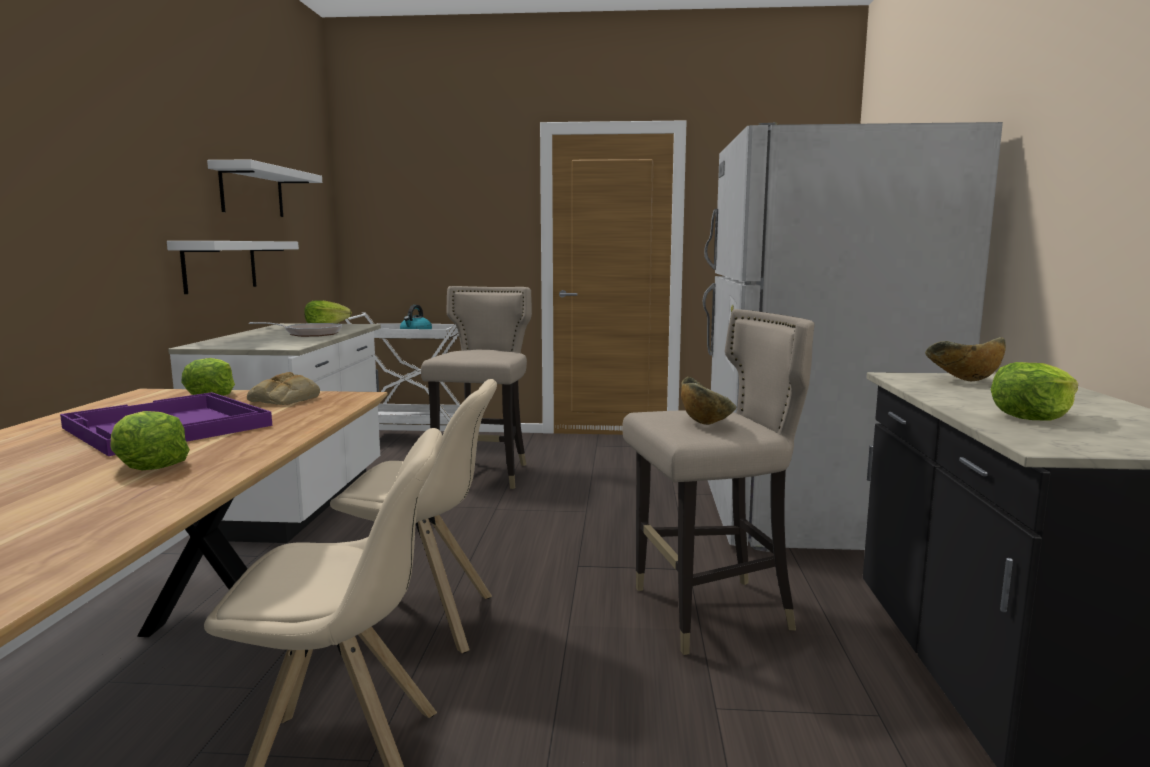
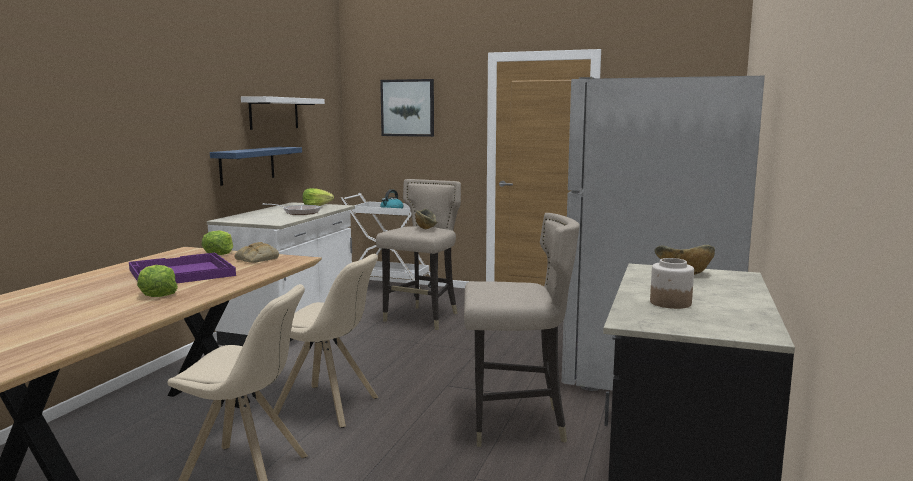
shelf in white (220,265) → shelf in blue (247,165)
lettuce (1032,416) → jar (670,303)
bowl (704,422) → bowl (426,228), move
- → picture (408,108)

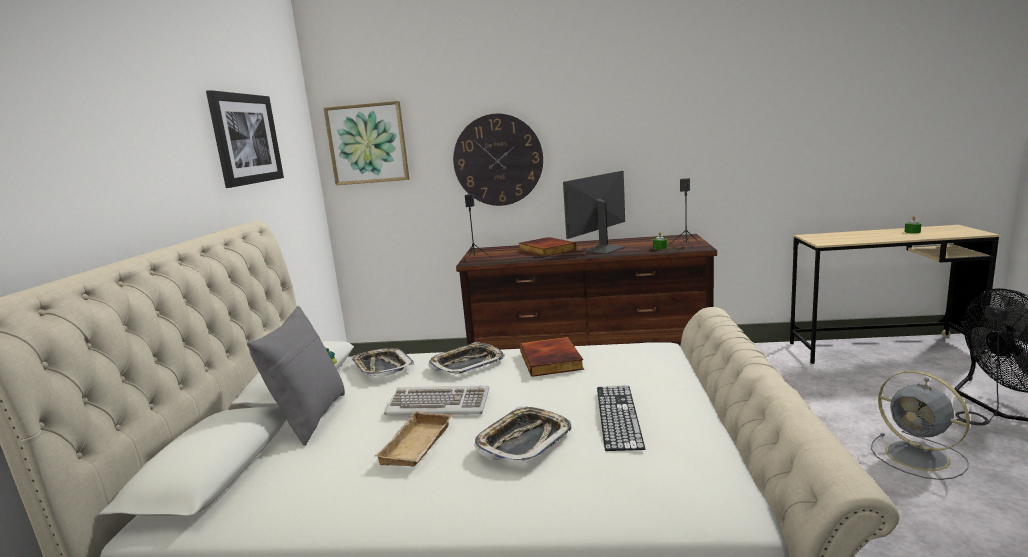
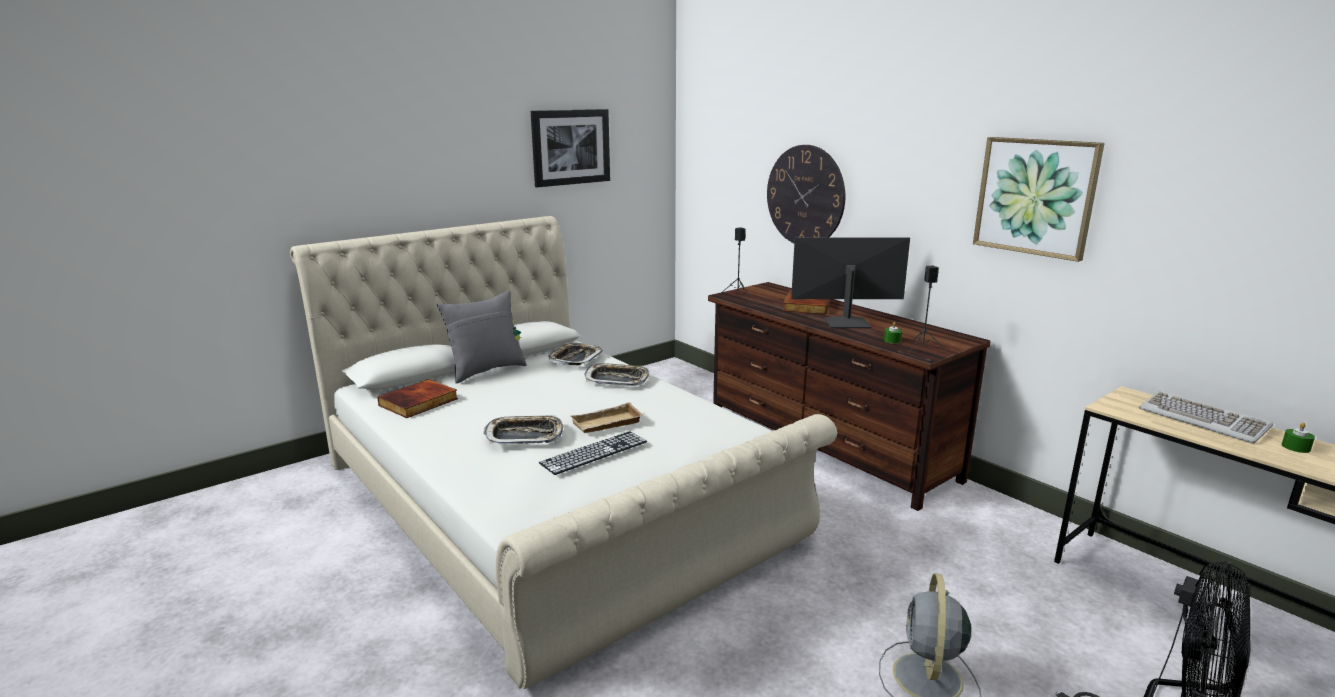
picture (368,143) → picture (1035,196), move
book (552,360) → book (419,402), move
keyboard (439,404) → keyboard (1203,420), move
tray in beige (419,445) → tray in beige (606,424), move

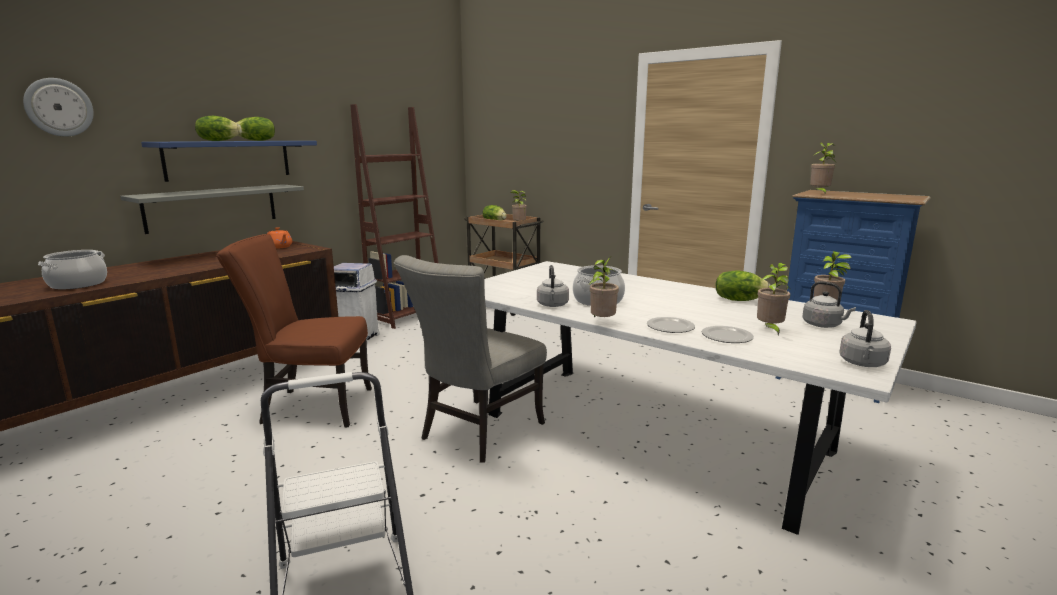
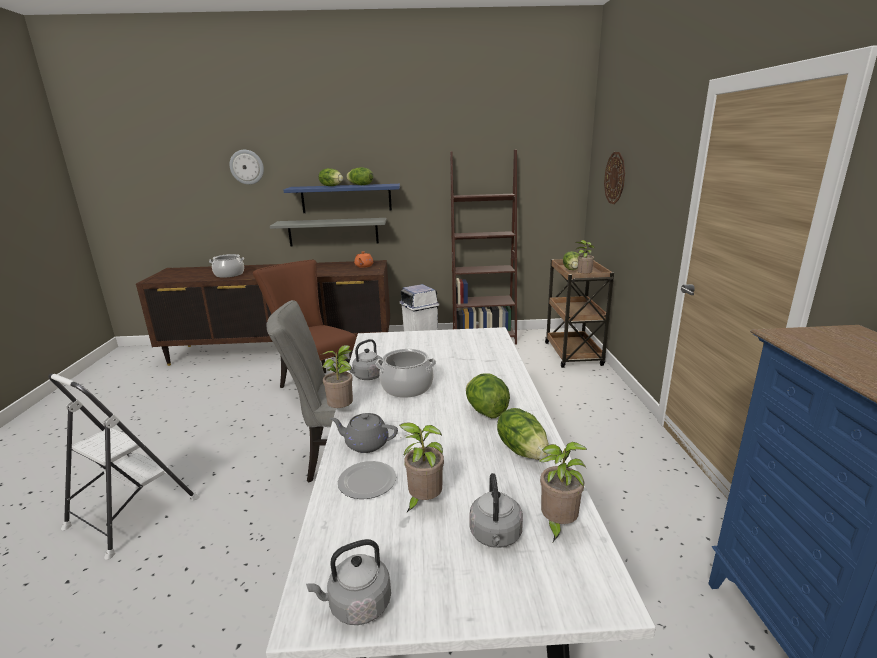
potted plant (819,193) → -
plate (671,327) → teapot in grey (366,444)
- → wall clock (615,178)
- → lettuce (486,411)

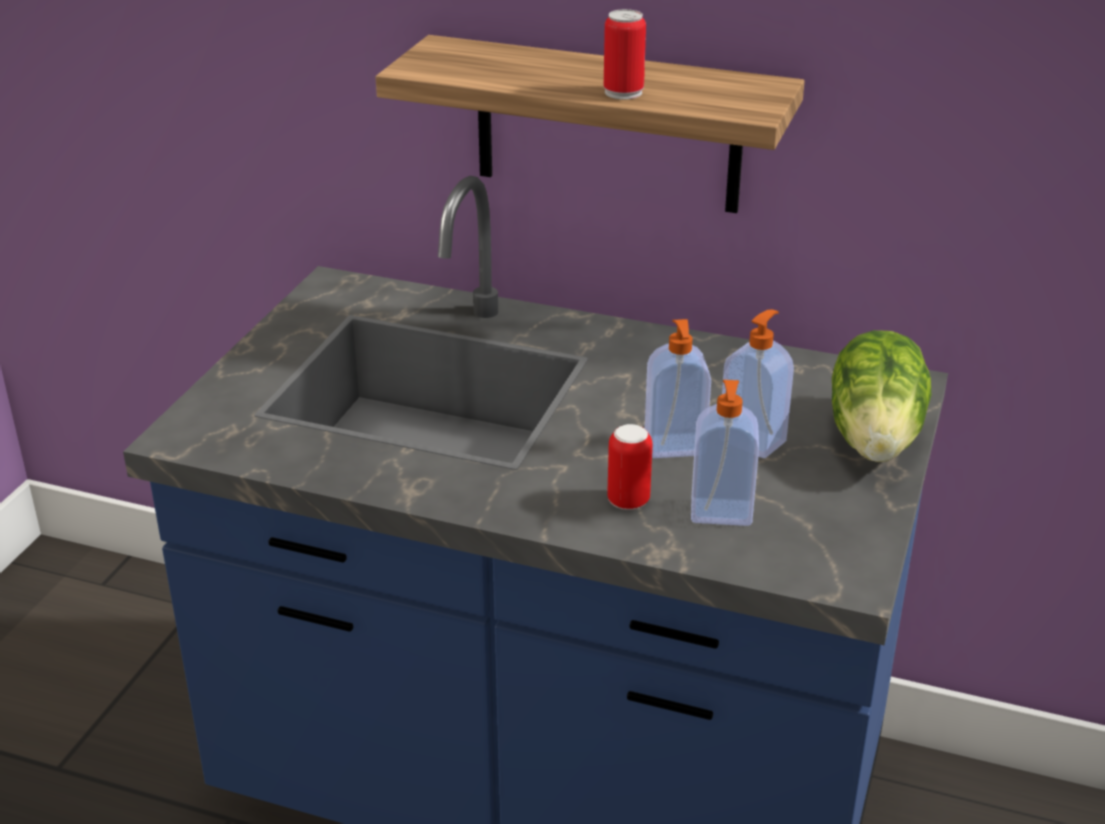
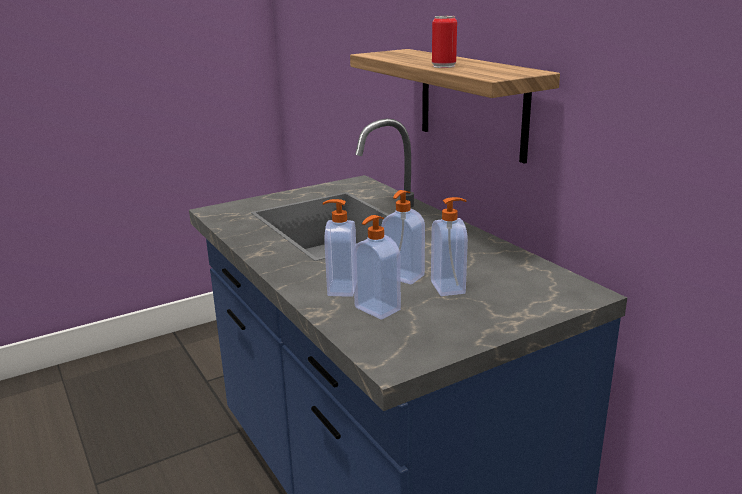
lettuce (877,437) → -
can (628,501) → soap dispenser (341,288)

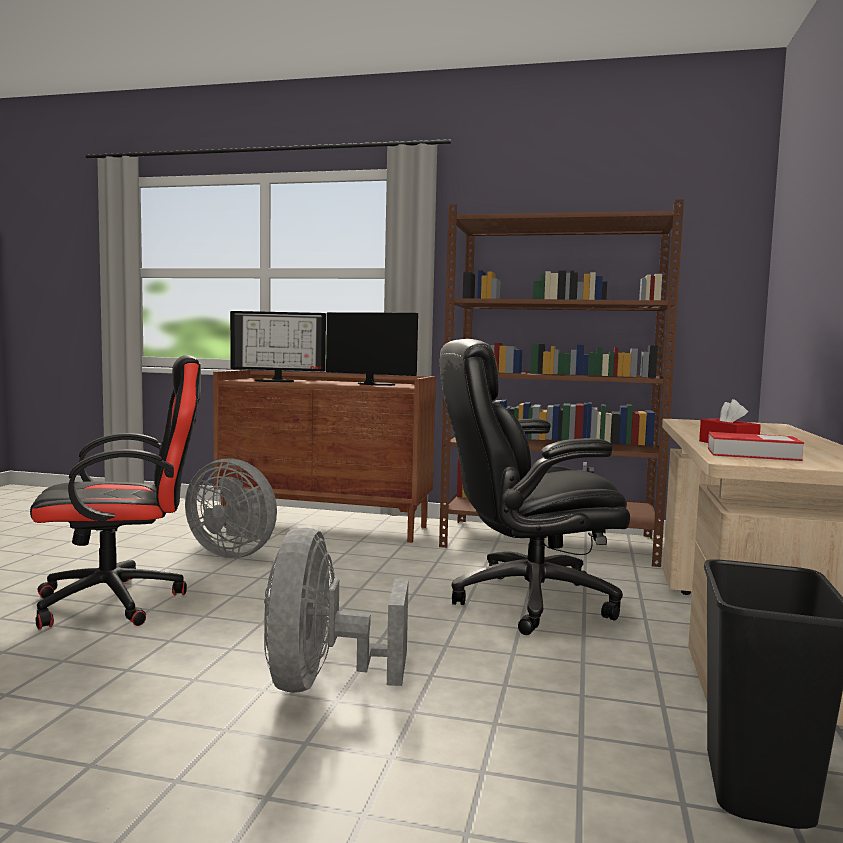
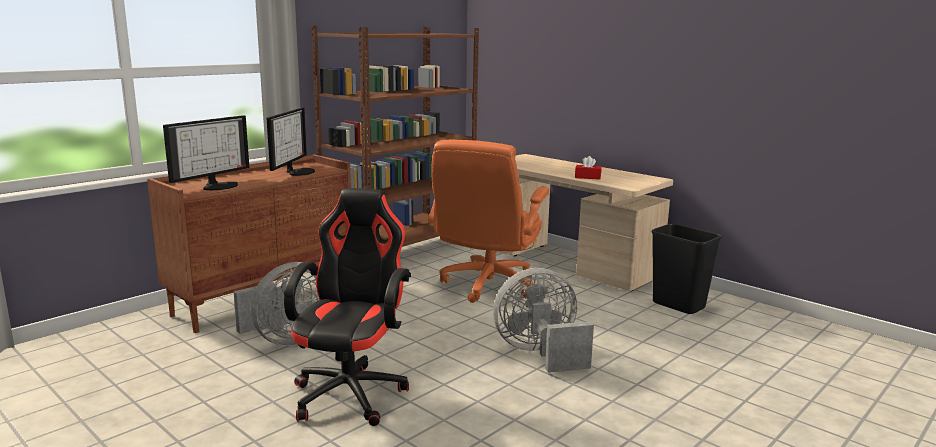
monitor (373,384) → monitor (298,172), 135 degrees clockwise
office chair in black (524,601) → office chair in orange (486,287)
book (752,454) → -
fan in grey (322,681) → fan in grey (540,353), 135 degrees clockwise

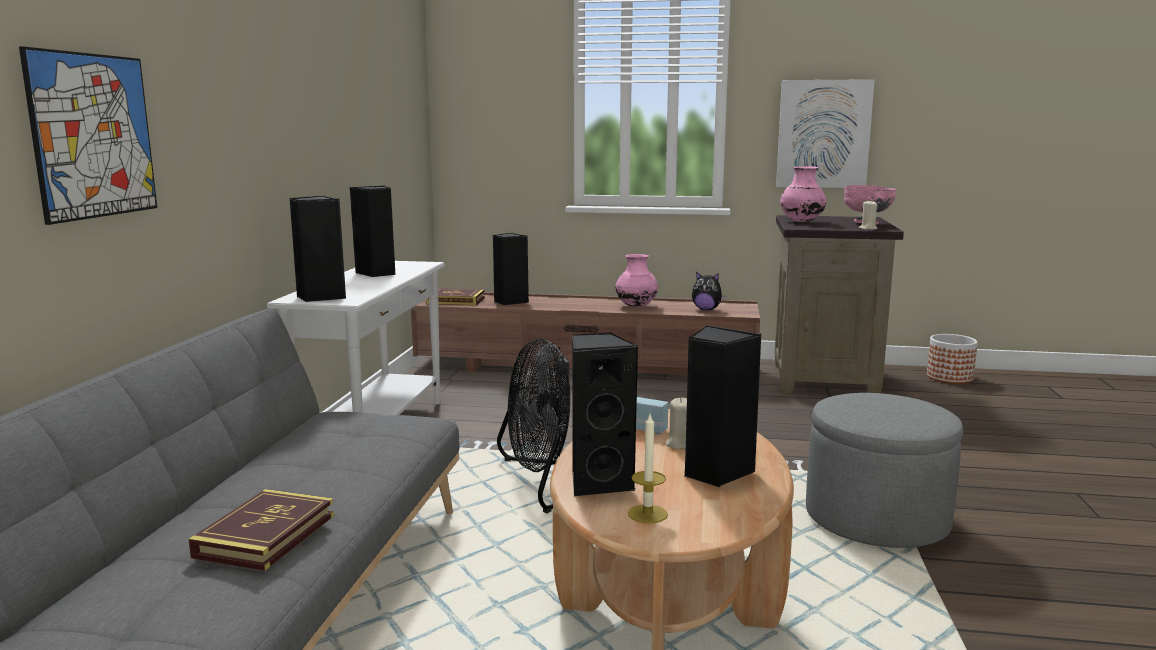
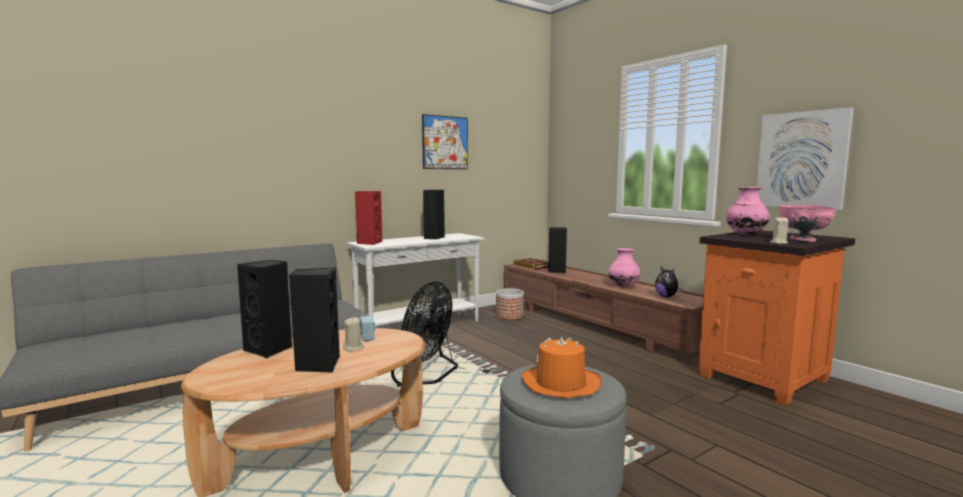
picture (94,136) → picture (445,142), move
speaker in black (320,297) → speaker in red (369,243)
cabinet in beige (824,378) → cabinet in orange (765,377)
planter (949,377) → planter (509,316), move
candle (647,514) → -
book (266,536) → -
- → hat in orange (560,384)

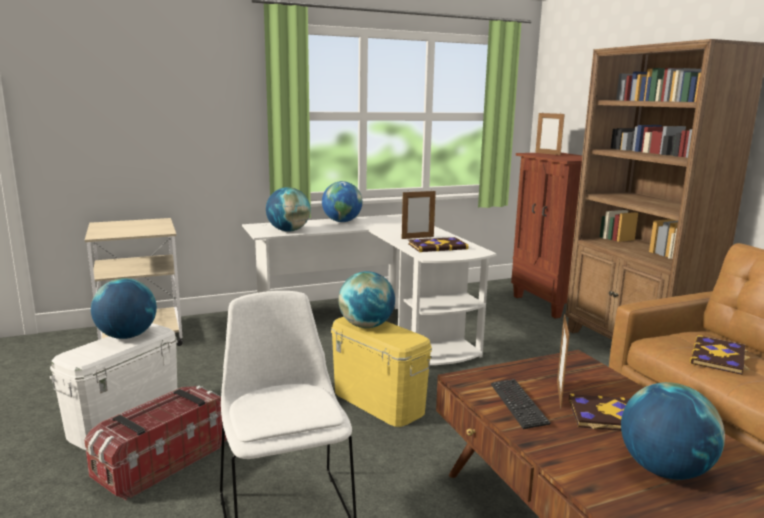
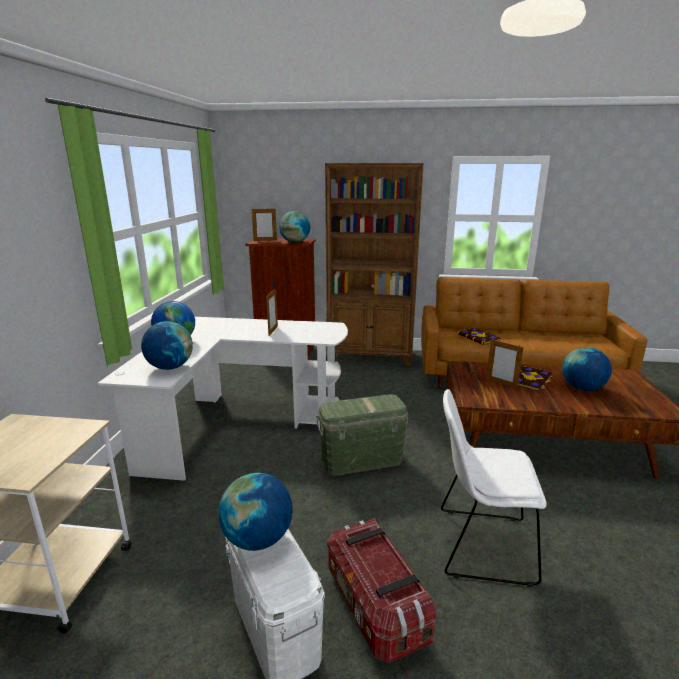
book (437,246) → -
globe (366,326) → globe (295,242), move
storage box in yellow (379,402) → storage box in green (361,460)
keyboard (518,404) → -

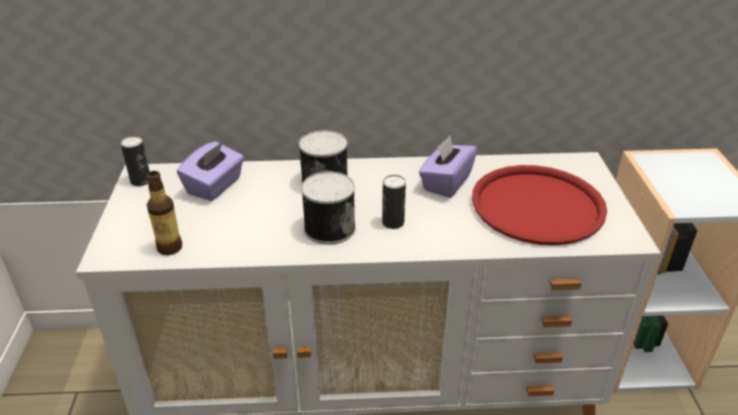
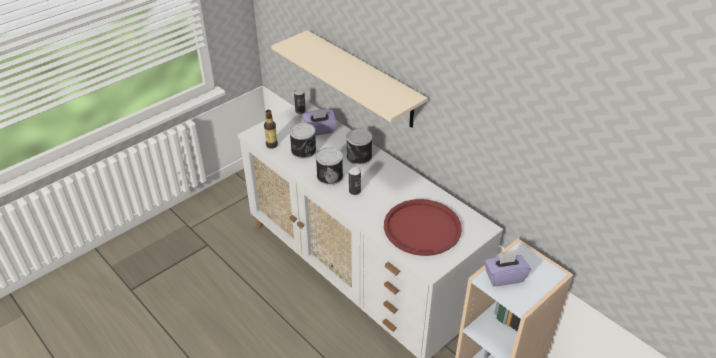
tissue box in purple (446,182) → tissue box in purple (504,277), move
- → shelf in beige (363,79)
- → can (304,151)

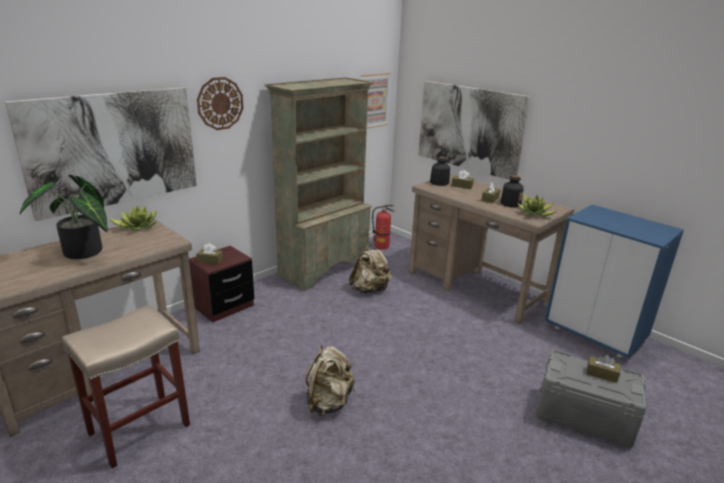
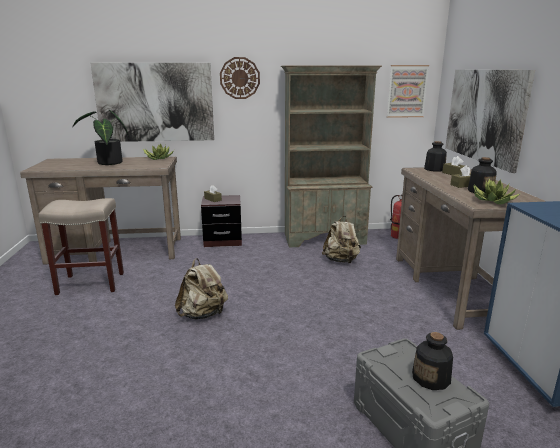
tissue box in brown (601,374) → bottle (431,378)

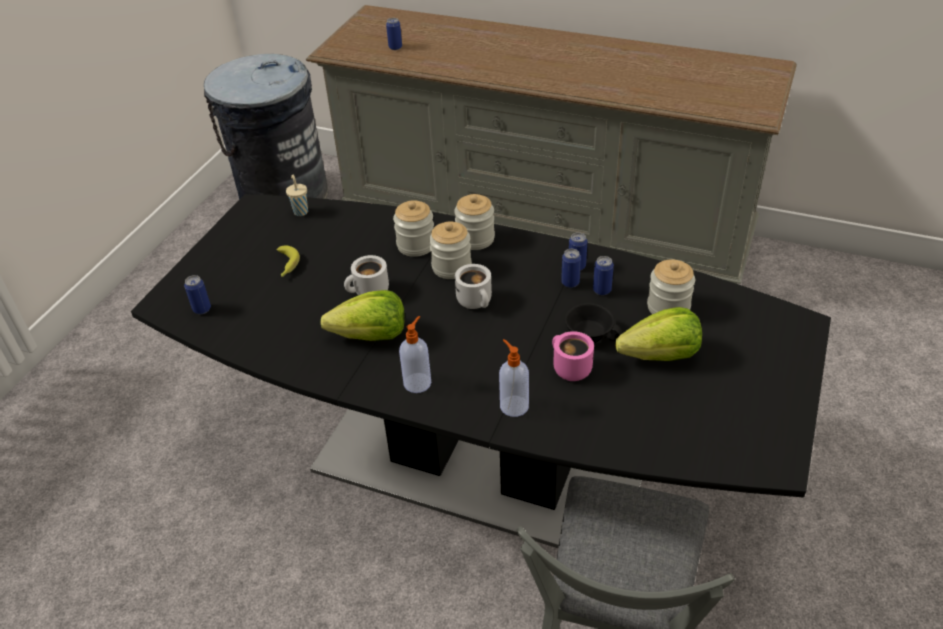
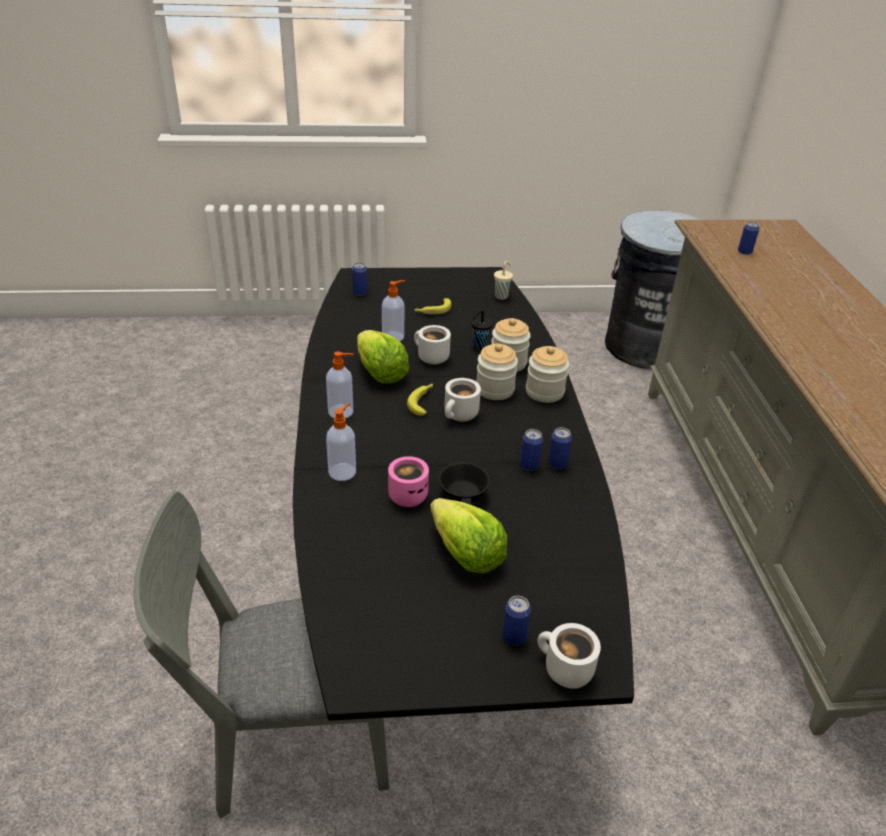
can (602,290) → can (514,637), move
jar (668,307) → -
- → soap dispenser (394,336)
- → cup in black (479,346)
- → banana (423,402)
- → mug in white (563,670)

